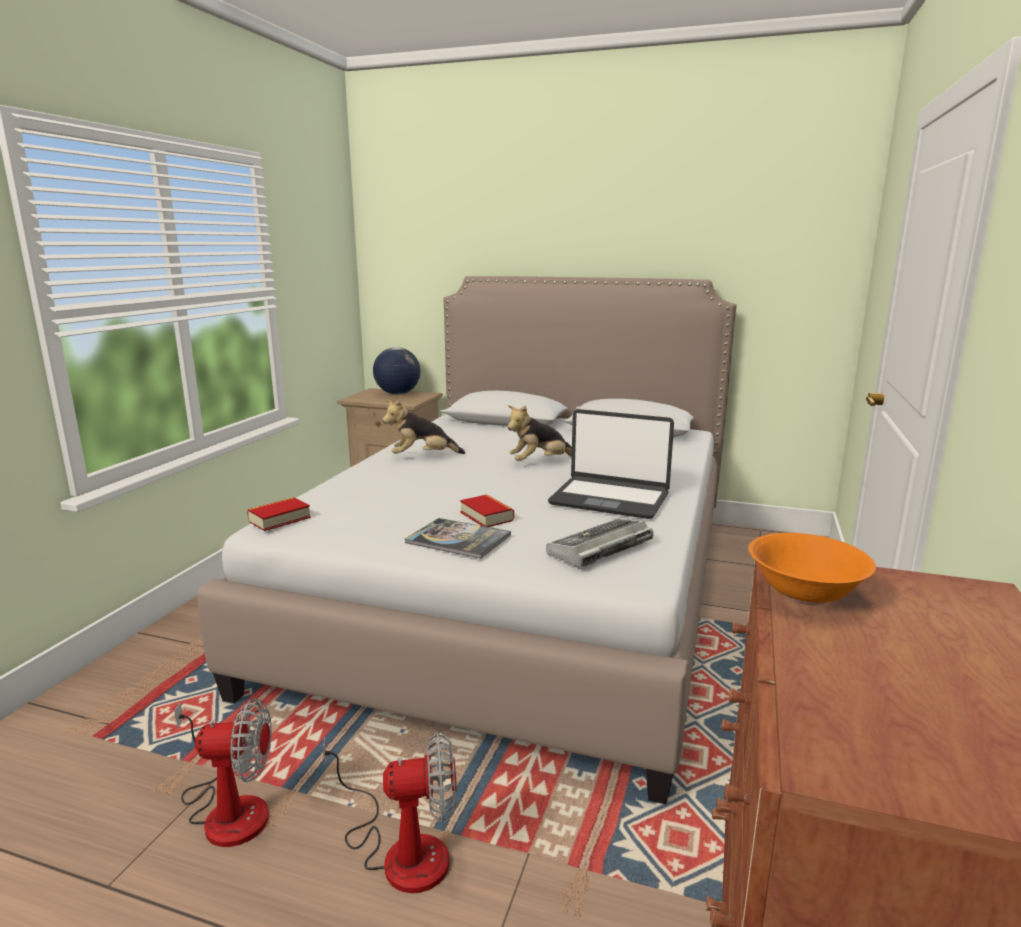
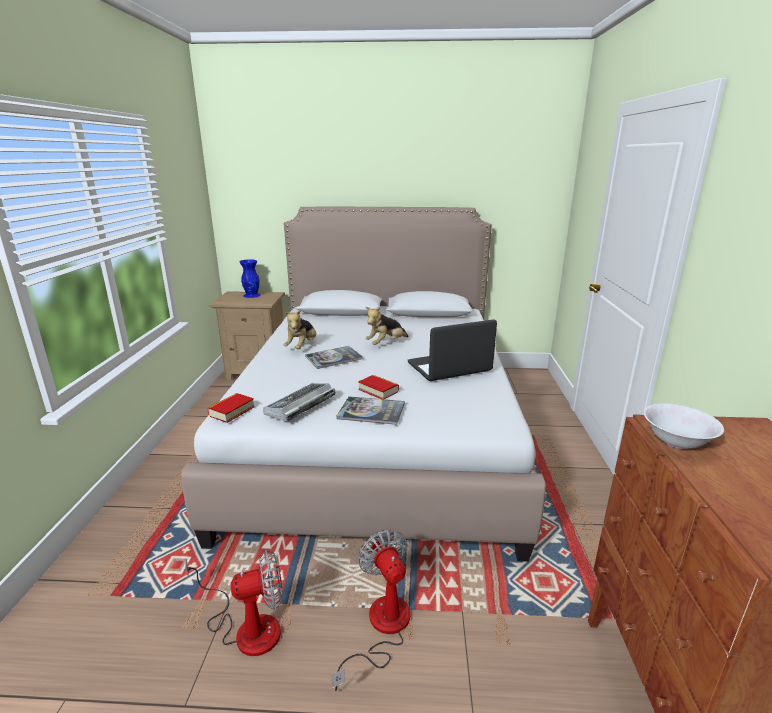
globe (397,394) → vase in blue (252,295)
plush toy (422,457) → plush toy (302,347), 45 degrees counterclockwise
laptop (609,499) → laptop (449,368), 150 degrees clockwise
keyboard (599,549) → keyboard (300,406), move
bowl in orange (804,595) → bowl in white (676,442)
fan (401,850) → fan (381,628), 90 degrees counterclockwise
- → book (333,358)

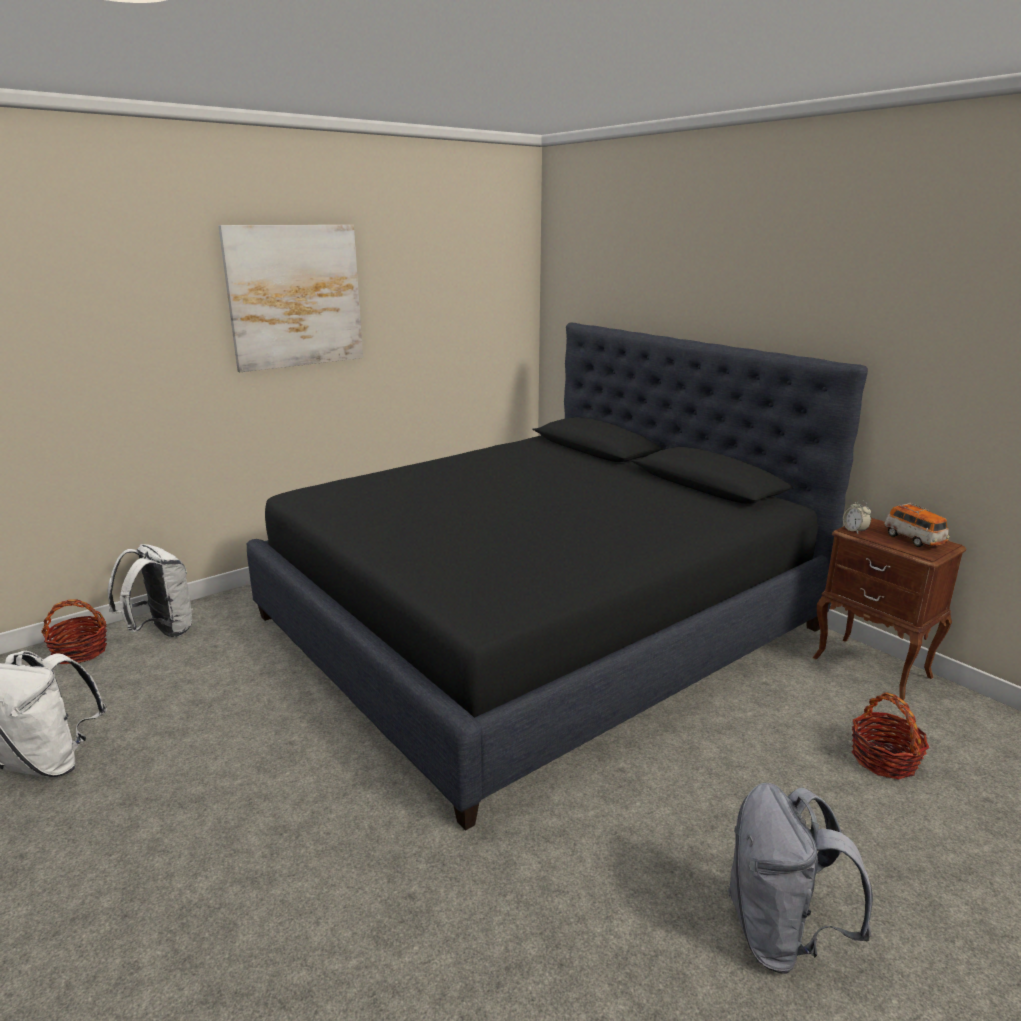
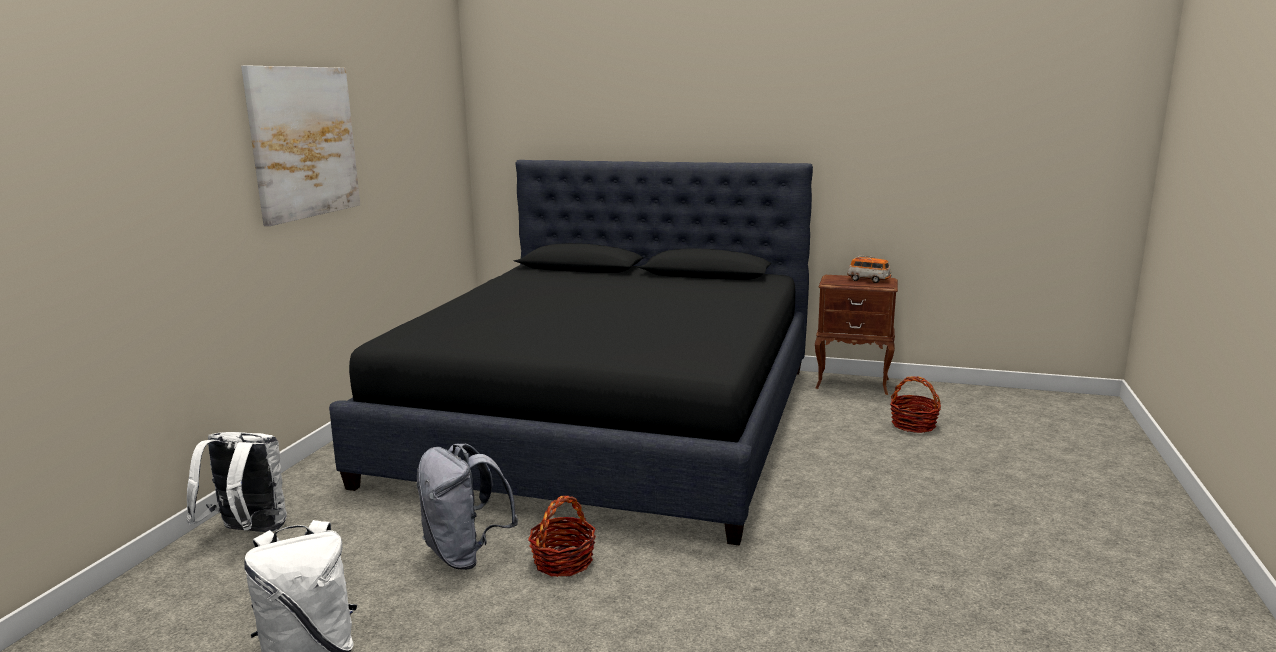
alarm clock (854,531) → -
basket (80,652) → basket (563,561), move
backpack in grey (780,935) → backpack in grey (465,554), move

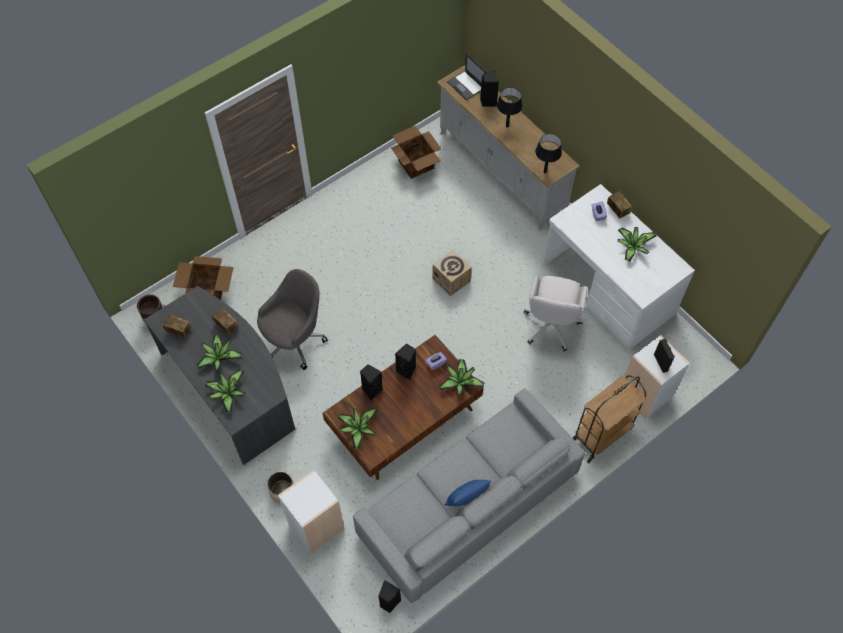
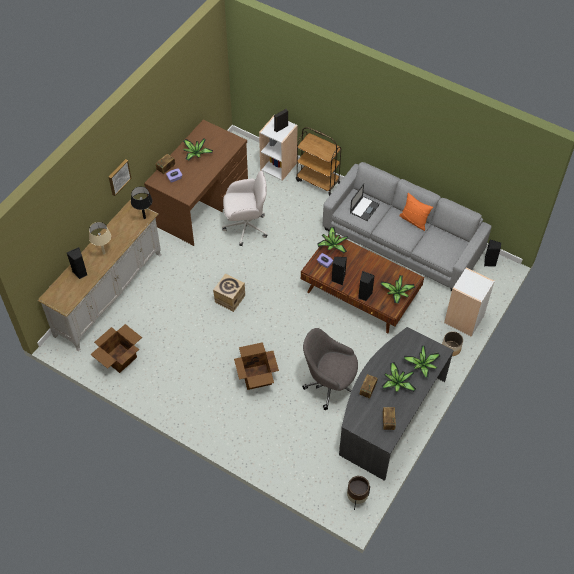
laptop (466,85) → laptop (364,208), move
table lamp in black (507,126) → table lamp in beige (104,253)
desk in white (607,290) → desk in brown (201,203)
cardboard box (208,291) → cardboard box (256,377), move
pillow in blue (466,499) → pillow in orange (414,221)
- → picture (118,177)

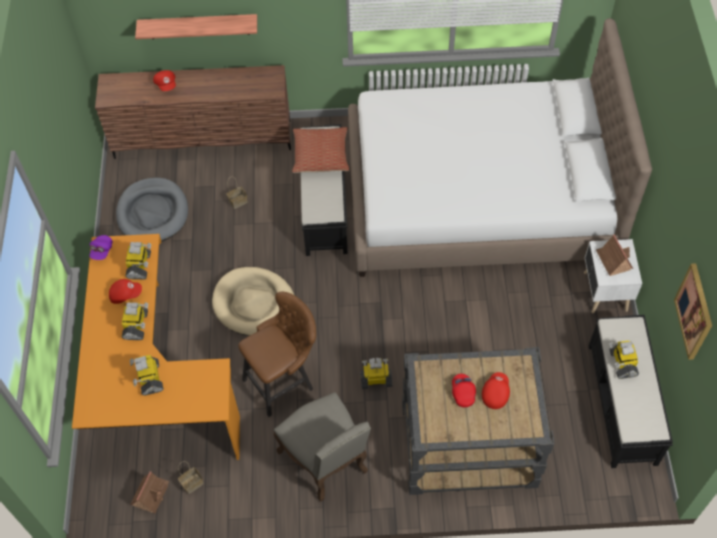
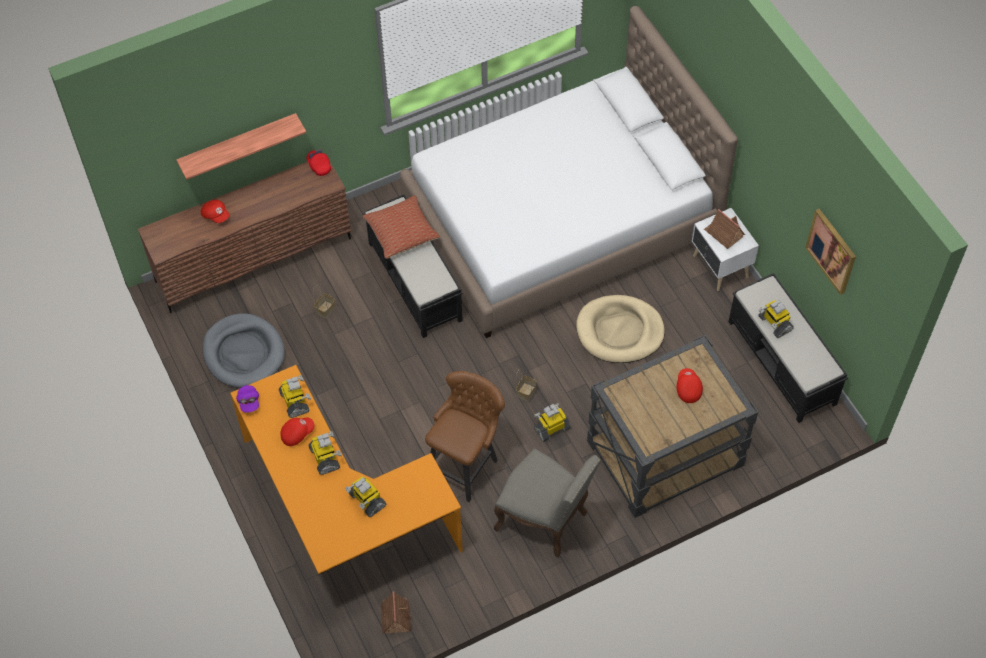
dog bed in beige (254,304) → dog bed in beige (619,331), move
cap in red (463,393) → cap in red (319,166), move
basket (192,482) → basket (526,391), move

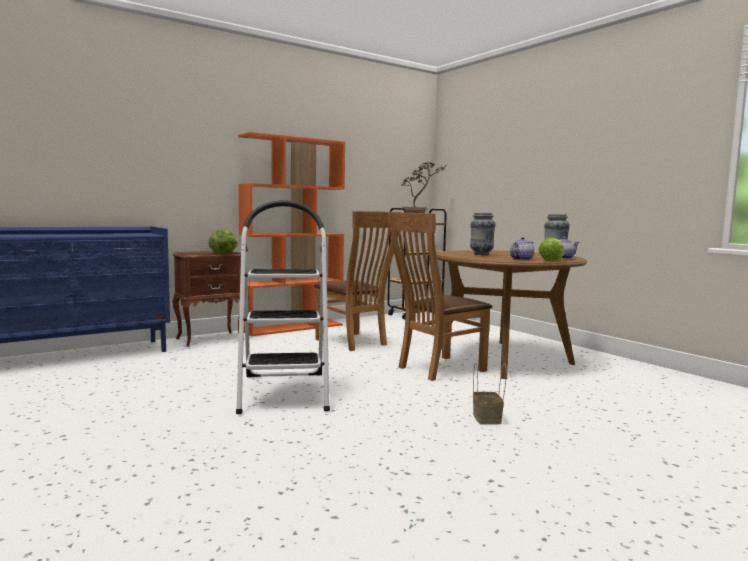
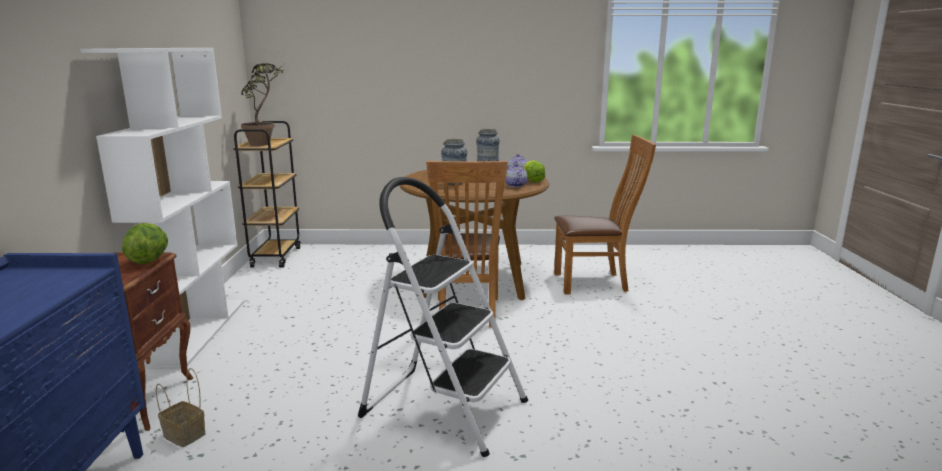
bookcase in orange (293,327) → bookcase in white (197,331)
chair in brown (354,342) → chair in brown (595,283), move
basket (487,419) → basket (186,435), move

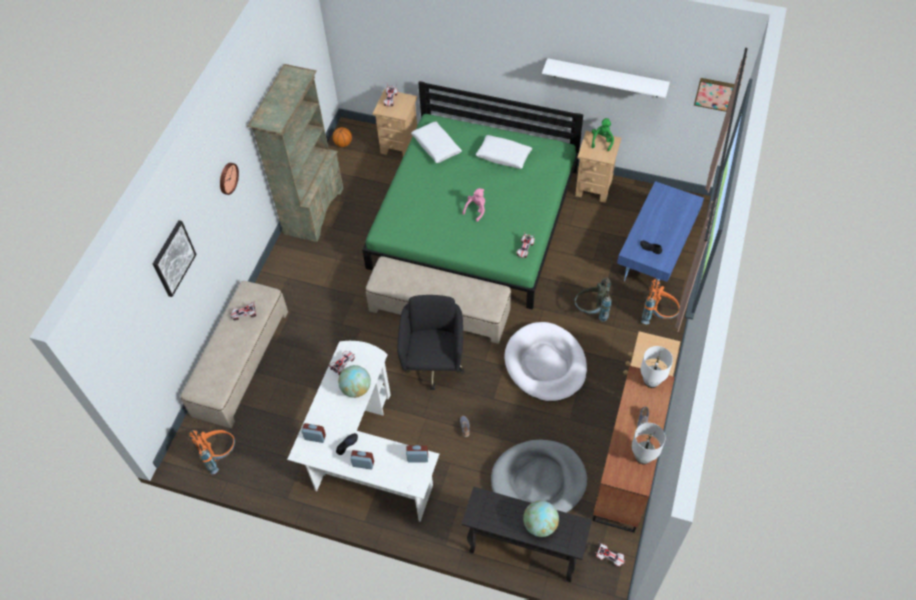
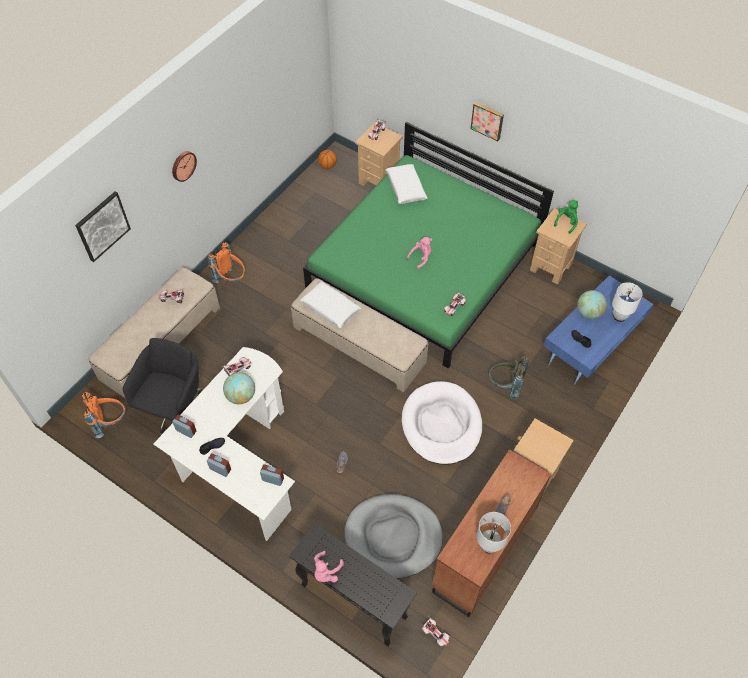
shelf in white (606,78) → -
bookcase in green (313,210) → -
picture (714,93) → picture (487,120), move
pillow in white (503,156) → pillow in white (330,308), move
backpack in orange (658,315) → backpack in orange (231,279), move
office chair in black (434,366) → office chair in black (175,411), move
table lamp in white (651,381) → table lamp in white (619,316), move
globe (540,524) → globe (589,313), move
- → plush toy in pink (326,572)

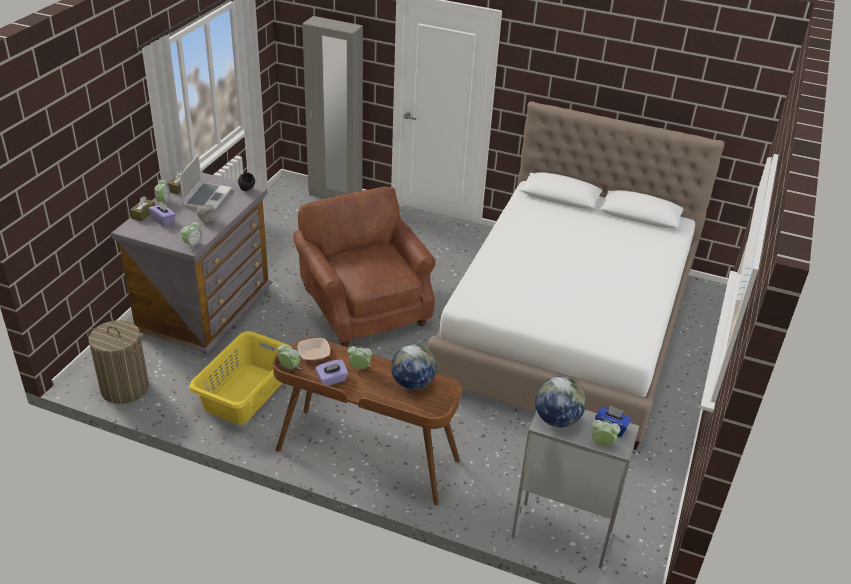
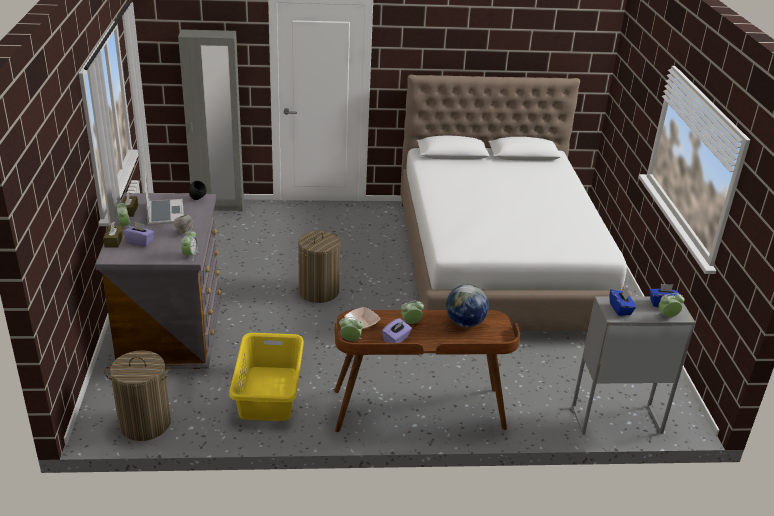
armchair in brown (363,307) → laundry basket (319,291)
globe (556,419) → tissue box in blue (620,309)

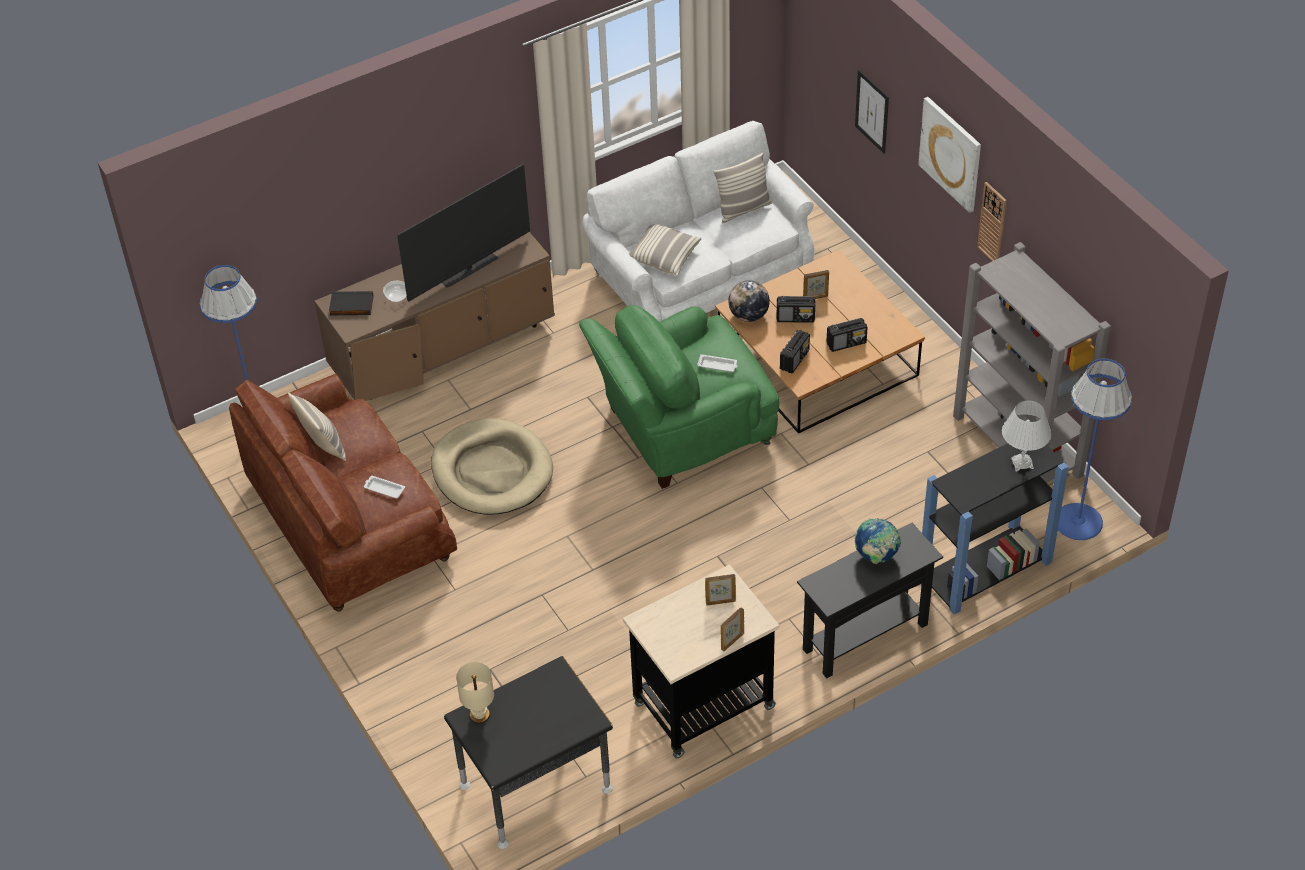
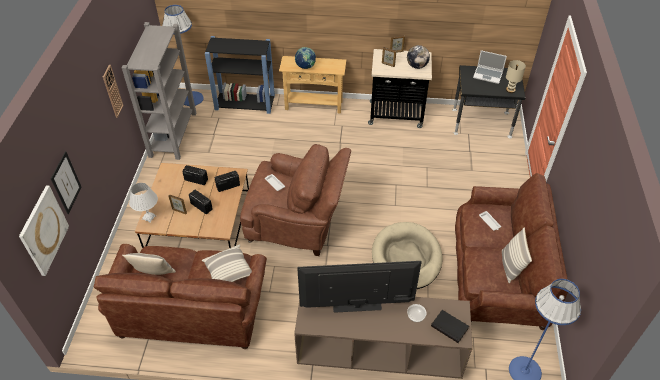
picture (951,153) → picture (43,230), move
sofa in white (701,274) → sofa in brown (193,308)
globe (748,315) → globe (417,66), move
armchair in green (681,430) → armchair in brown (298,223)
table lamp in white (1022,463) → table lamp in white (149,217), move
console table in black (865,637) → console table in beige (313,105)
- → laptop (488,75)

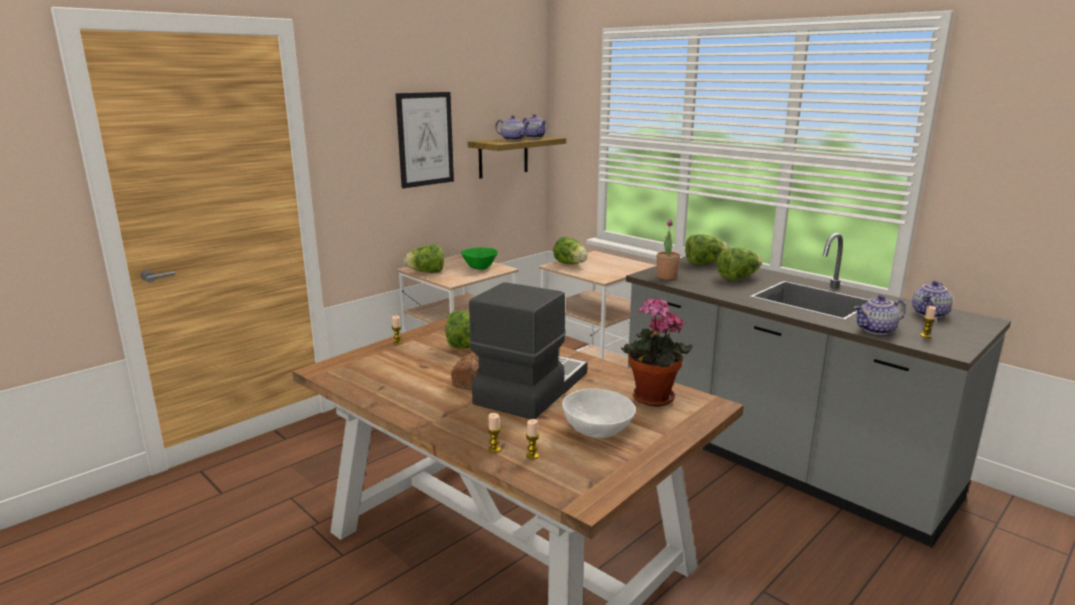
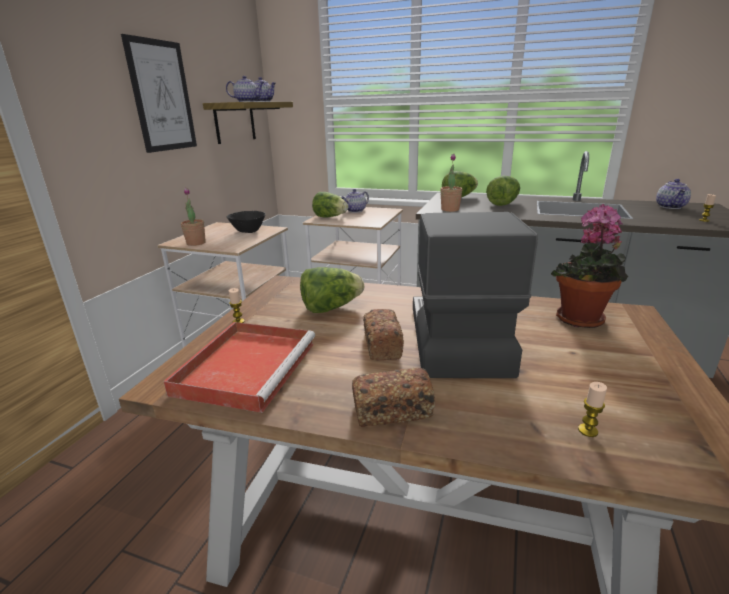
lettuce (426,272) → potted plant (196,243)
bowl in green (480,267) → bowl in black (248,231)
teapot (876,330) → teapot (355,211), move
bowl in white (597,429) → -
candle (494,449) → -
- → tray in red (247,366)
- → bread (392,411)

